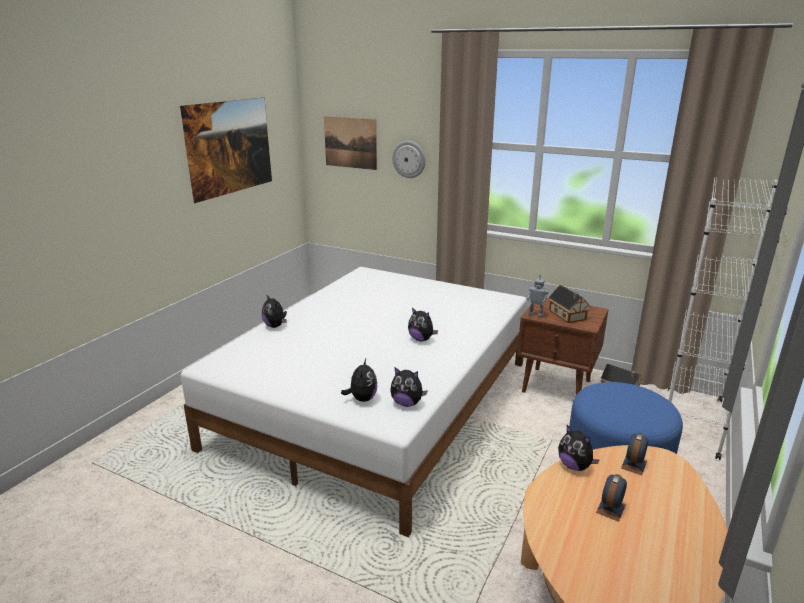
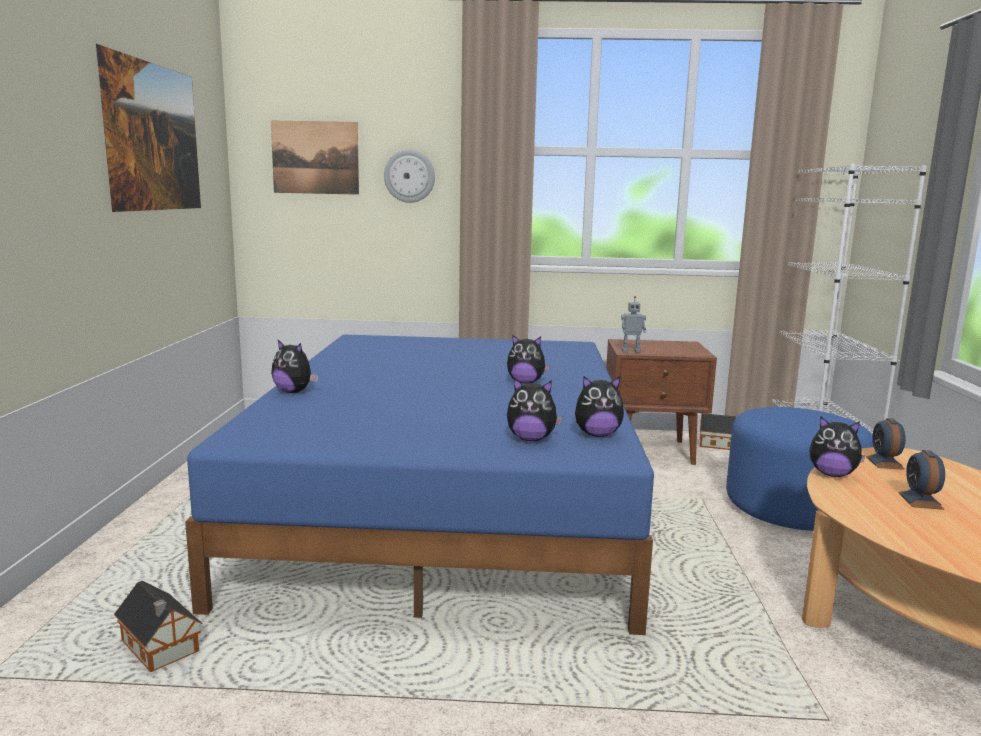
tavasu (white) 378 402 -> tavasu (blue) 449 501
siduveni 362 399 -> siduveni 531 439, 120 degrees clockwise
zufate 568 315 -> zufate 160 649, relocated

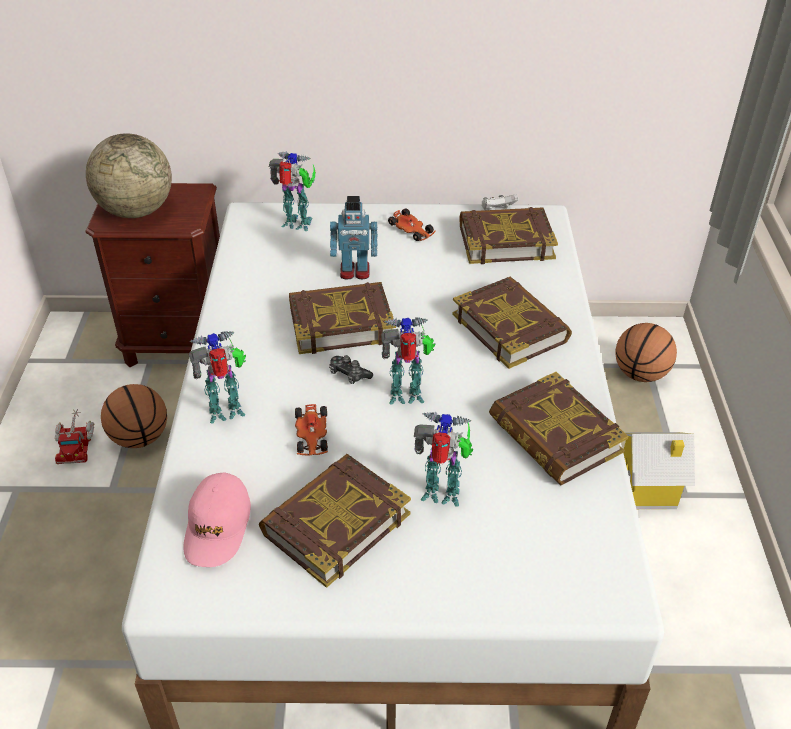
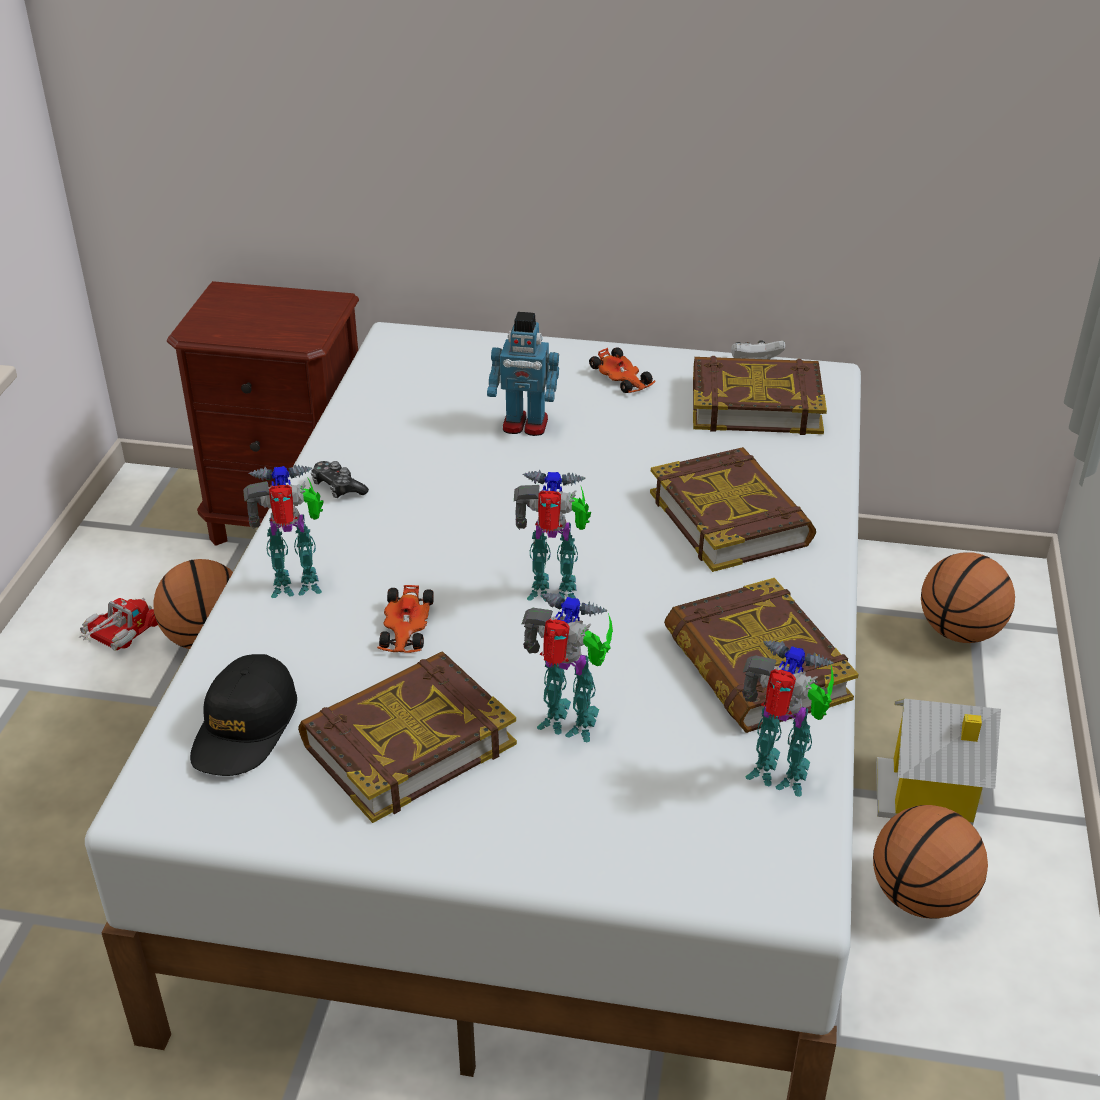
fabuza 75 443 -> fabuza 118 636, 150 degrees counterclockwise
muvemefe 136 211 -> none
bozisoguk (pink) 217 527 -> bozisoguk (black) 245 728
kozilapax 298 225 -> kozilapax 780 777, relocated
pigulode 341 323 -> none
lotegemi 349 374 -> lotegemi 338 488, relocated
none -> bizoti 921 897

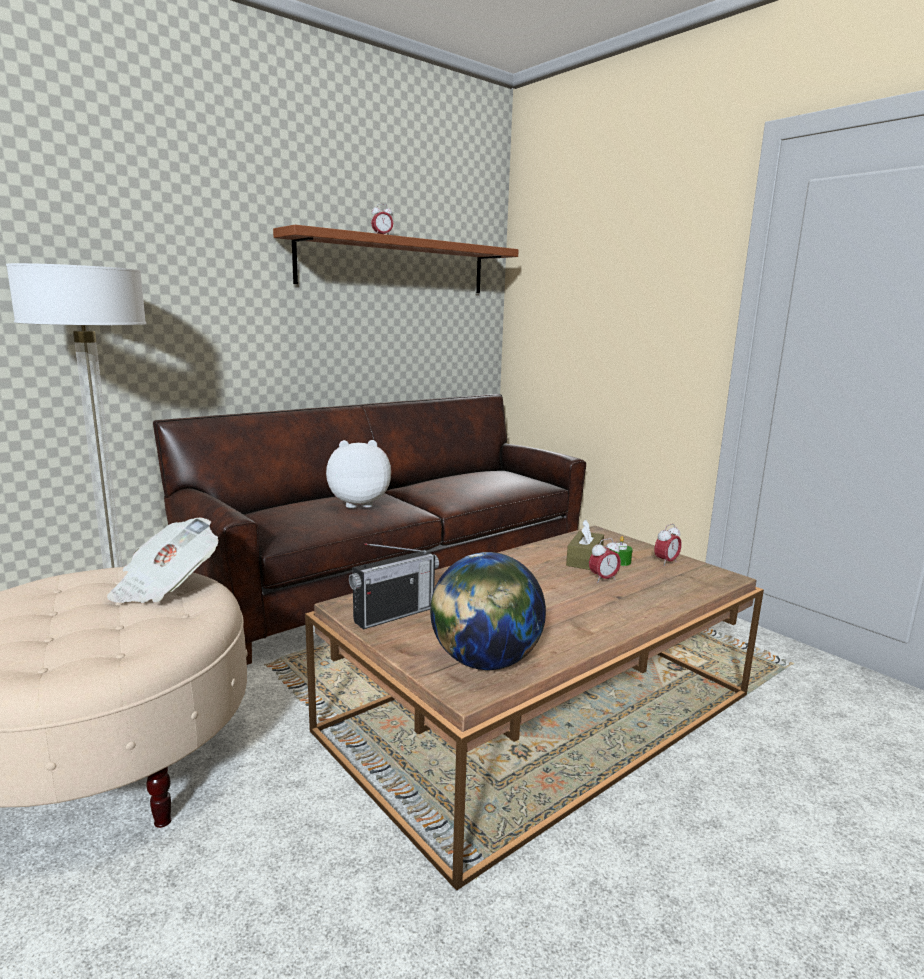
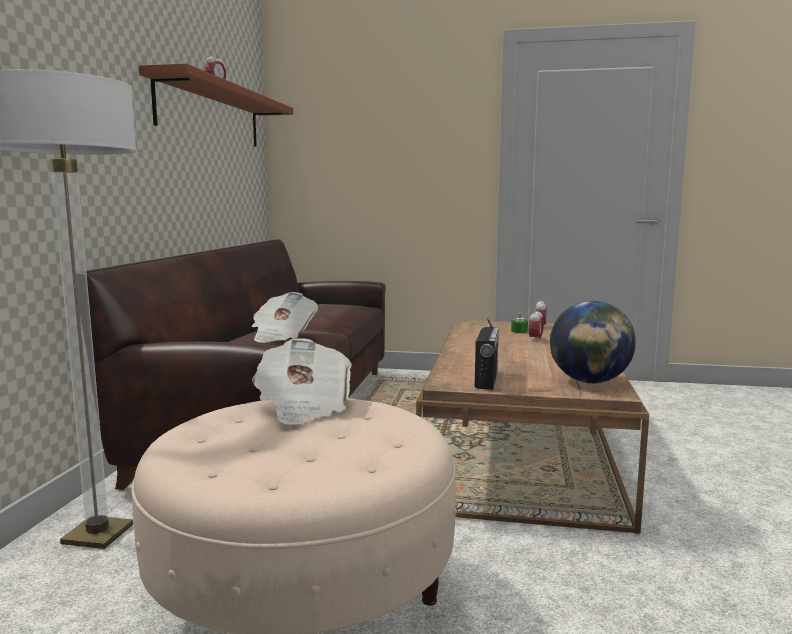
siduveni 358 503 -> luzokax 282 336
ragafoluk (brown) 584 560 -> none

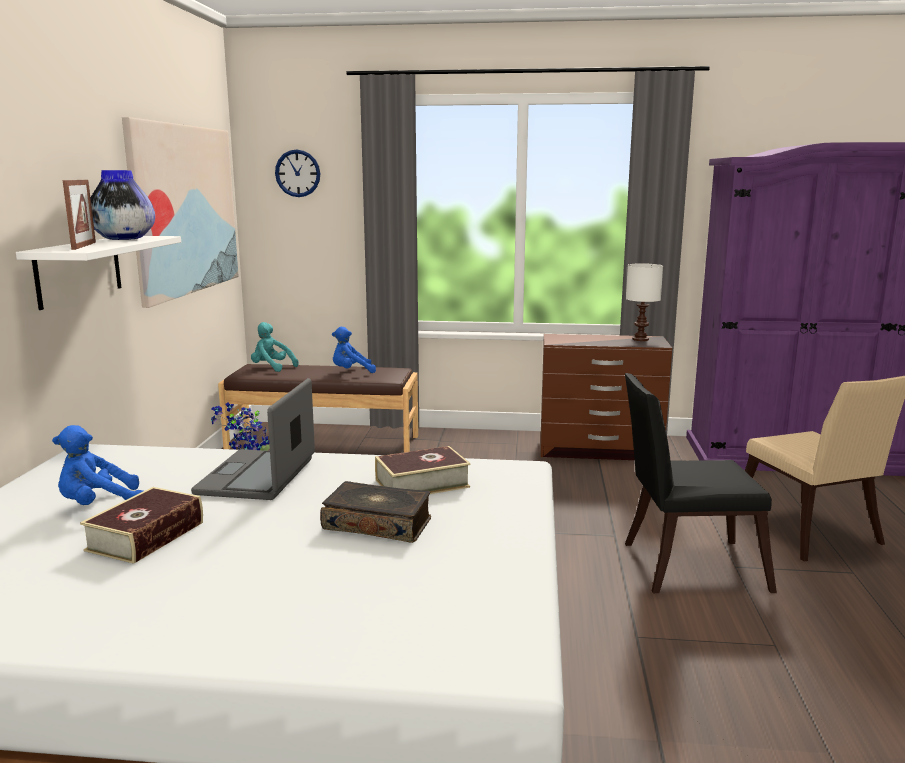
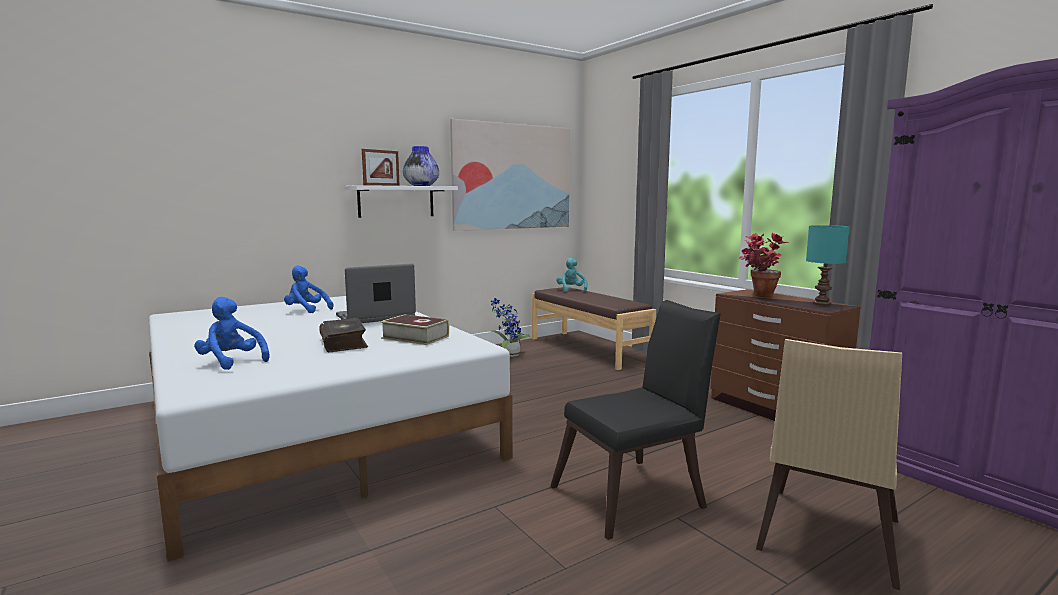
pigulode 146 536 -> none
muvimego 297 173 -> none
siduveni (blue) 351 372 -> siduveni (blue) 231 362, relocated
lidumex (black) 684 566 -> lidumex (black) 636 495, 105 degrees clockwise
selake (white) 639 339 -> selake (turquoise) 821 304
none -> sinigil 758 296

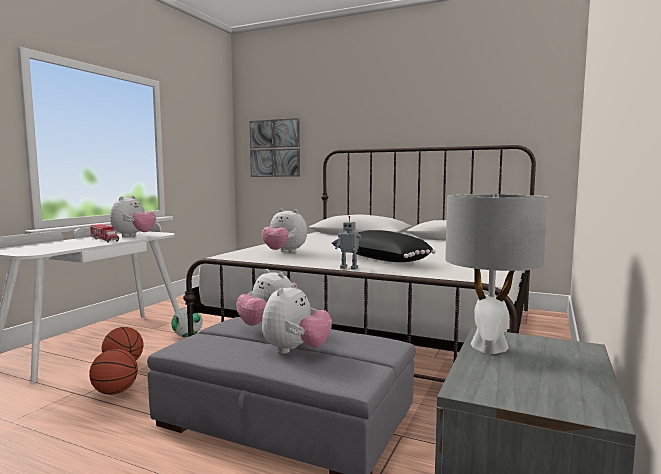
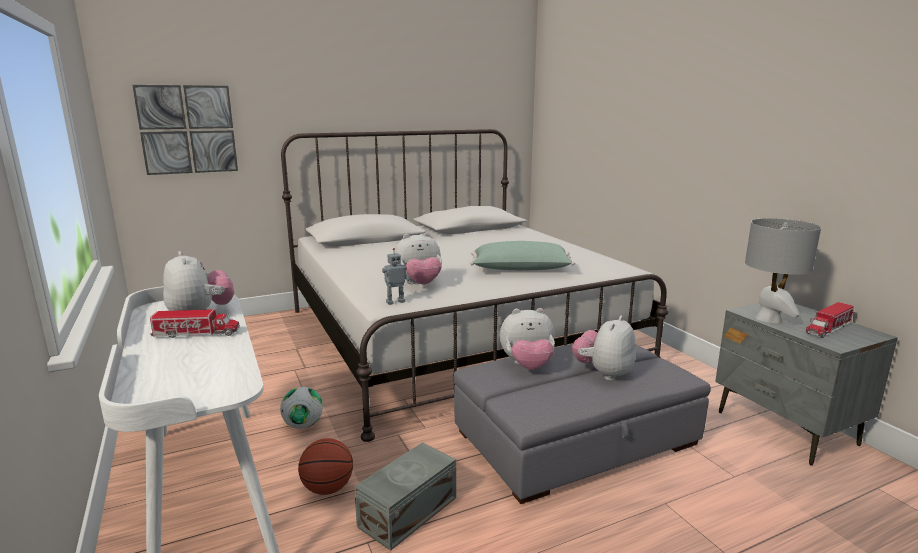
bizoti 115 392 -> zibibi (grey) 406 512
siduveni 296 350 -> siduveni 603 373, 120 degrees counterclockwise
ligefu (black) 380 260 -> ligefu (green) 520 270
kozilapax 349 268 -> kozilapax 395 302, relocated
none -> fabuza 828 328

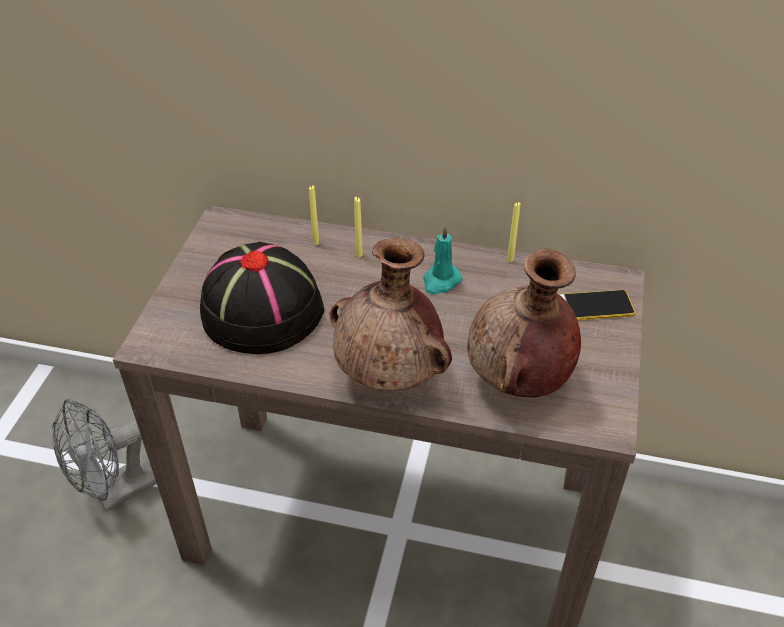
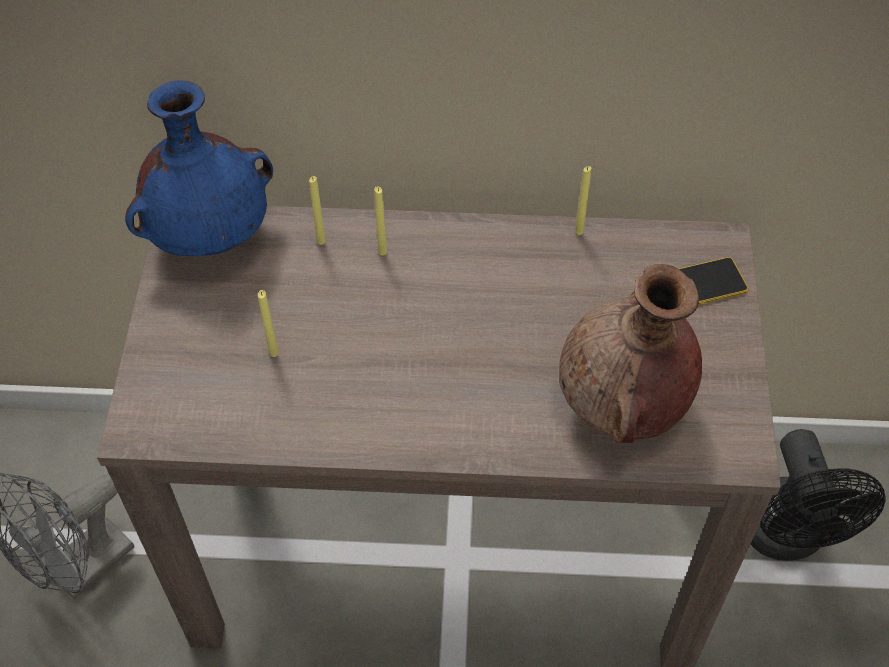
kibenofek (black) 261 309 -> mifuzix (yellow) 274 353
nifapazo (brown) 390 376 -> none
mifuzix (turquoise) 441 281 -> none
none -> nifapazo (blue) 212 237
none -> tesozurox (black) 787 537

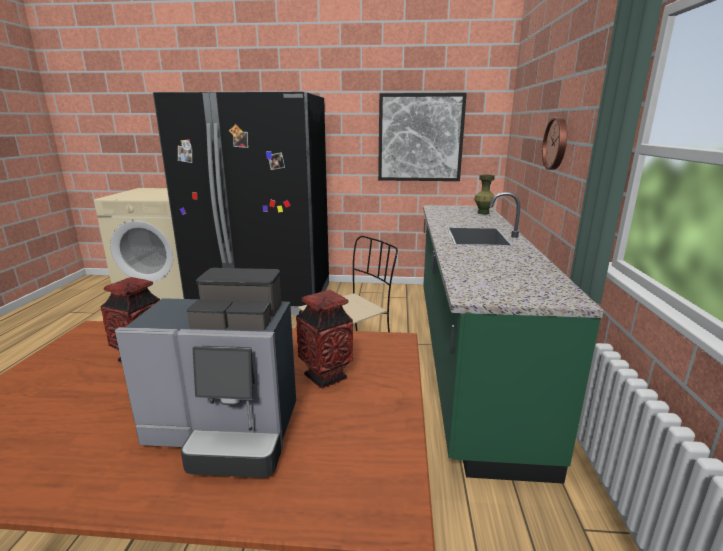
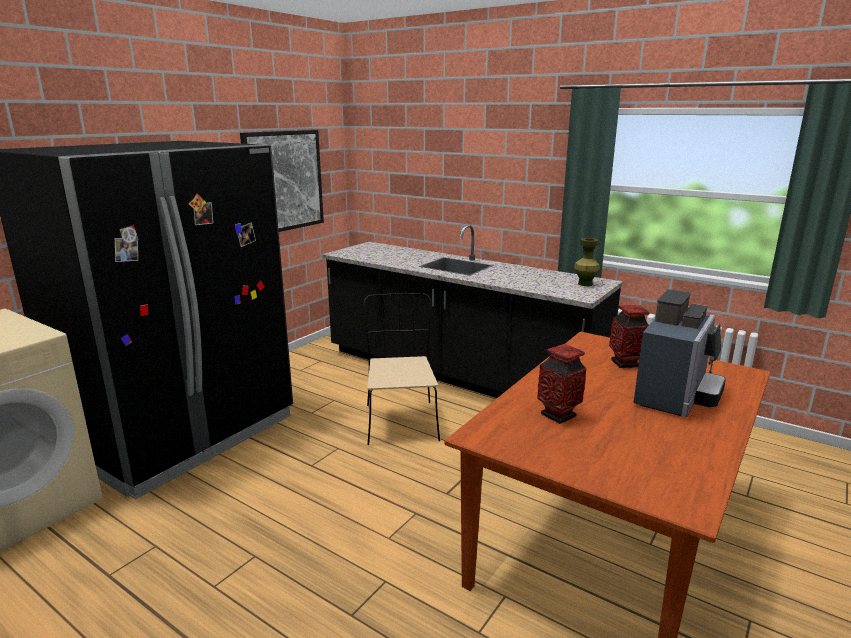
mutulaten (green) 466 358 -> mutulaten (black) 457 375
nifapazo (green) 483 213 -> nifapazo (green) 585 284, relocated
muvimego 557 143 -> none

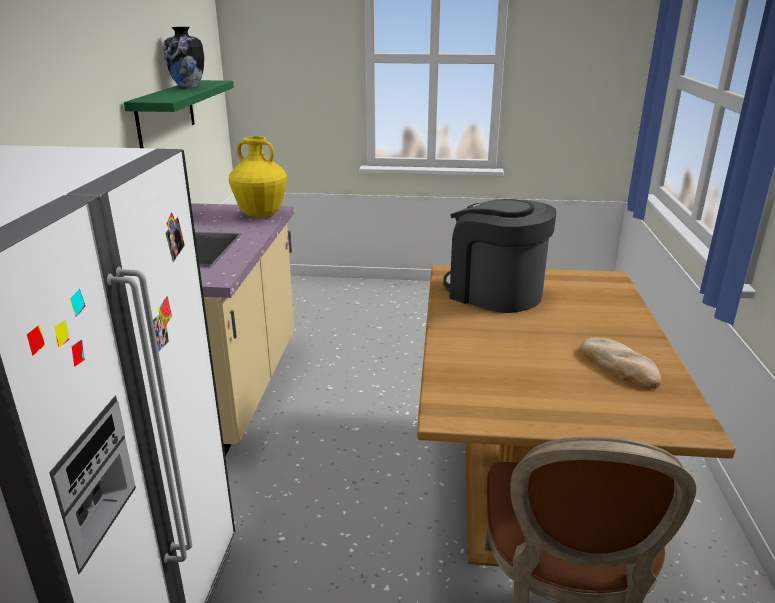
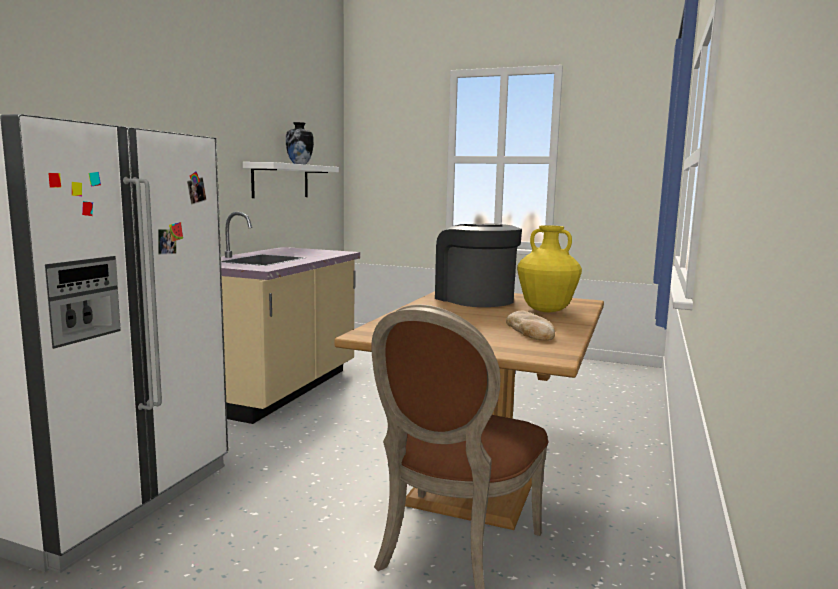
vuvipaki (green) 166 113 -> vuvipaki (white) 280 181
nifapazo (yellow) 261 215 -> nifapazo (yellow) 547 310, relocated

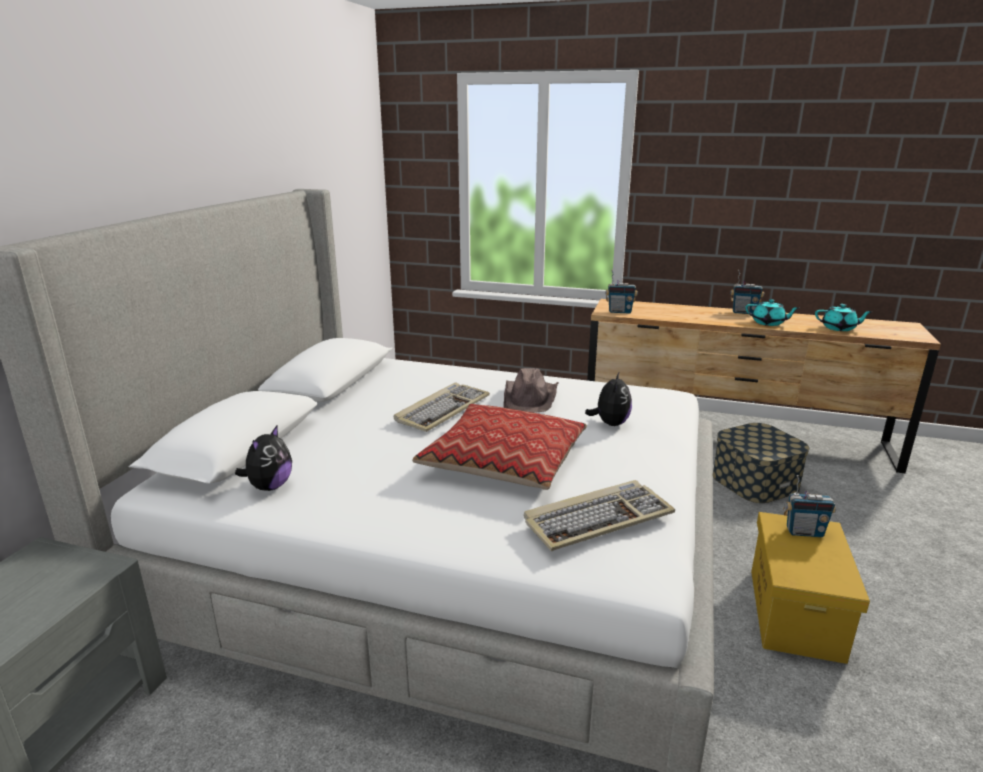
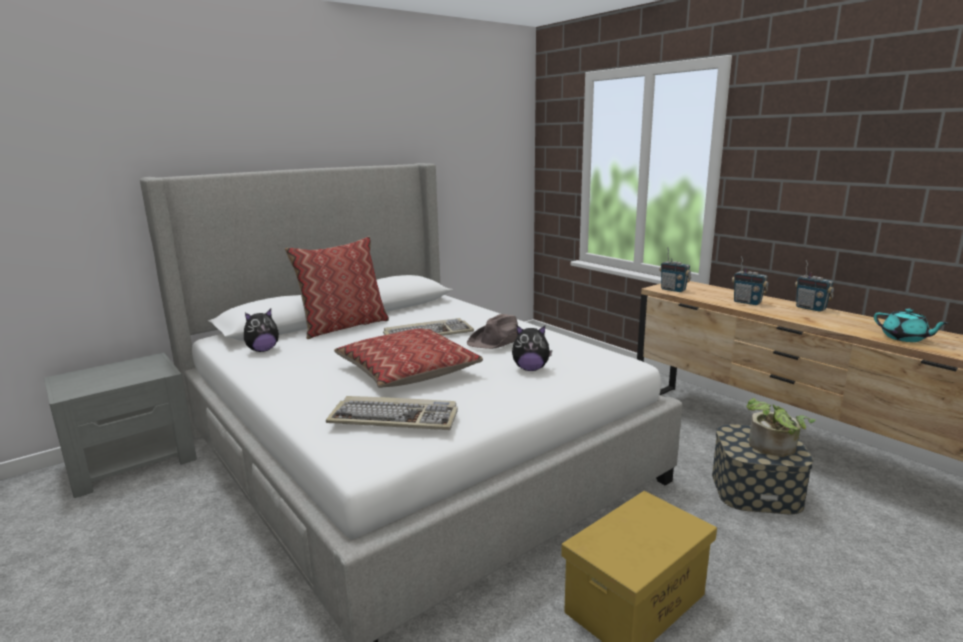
siduveni 610 423 -> siduveni 530 369, 45 degrees clockwise
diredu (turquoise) 768 323 -> none
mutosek 804 532 -> mutosek 747 302, relocated
none -> ligefu 343 326
none -> sinigil 773 448

